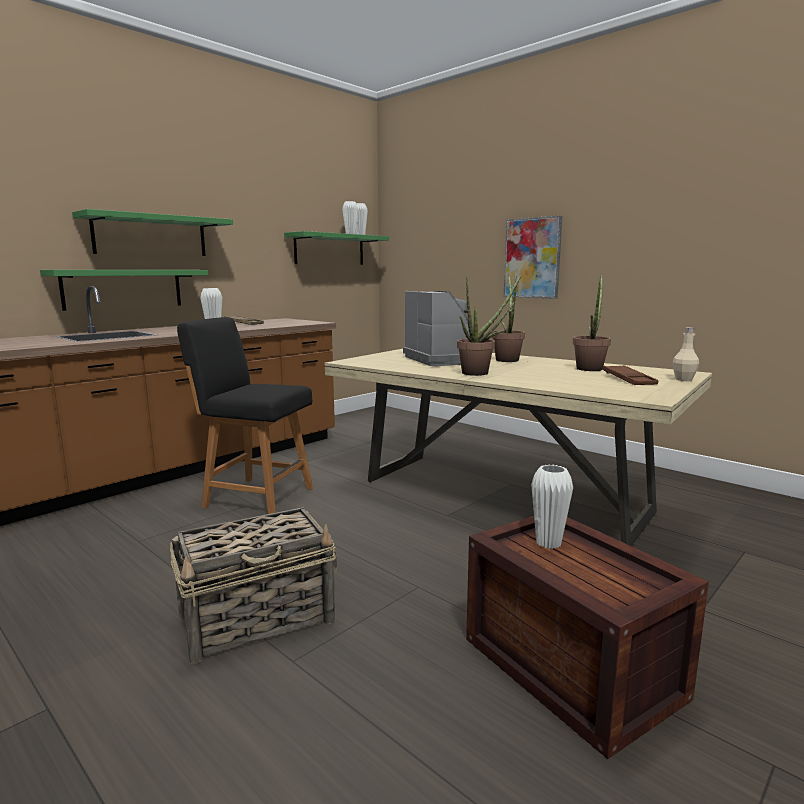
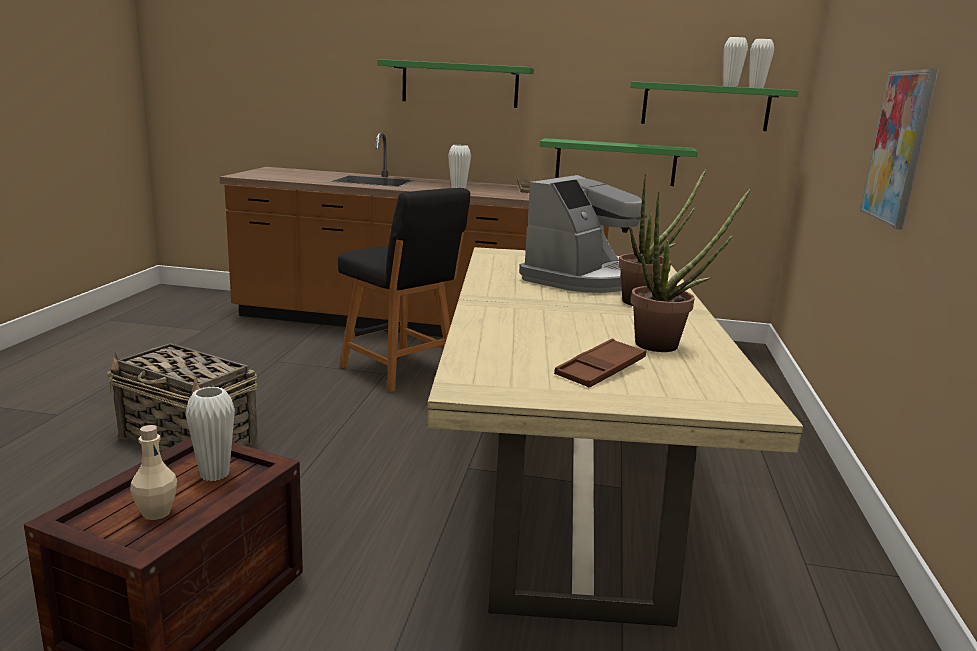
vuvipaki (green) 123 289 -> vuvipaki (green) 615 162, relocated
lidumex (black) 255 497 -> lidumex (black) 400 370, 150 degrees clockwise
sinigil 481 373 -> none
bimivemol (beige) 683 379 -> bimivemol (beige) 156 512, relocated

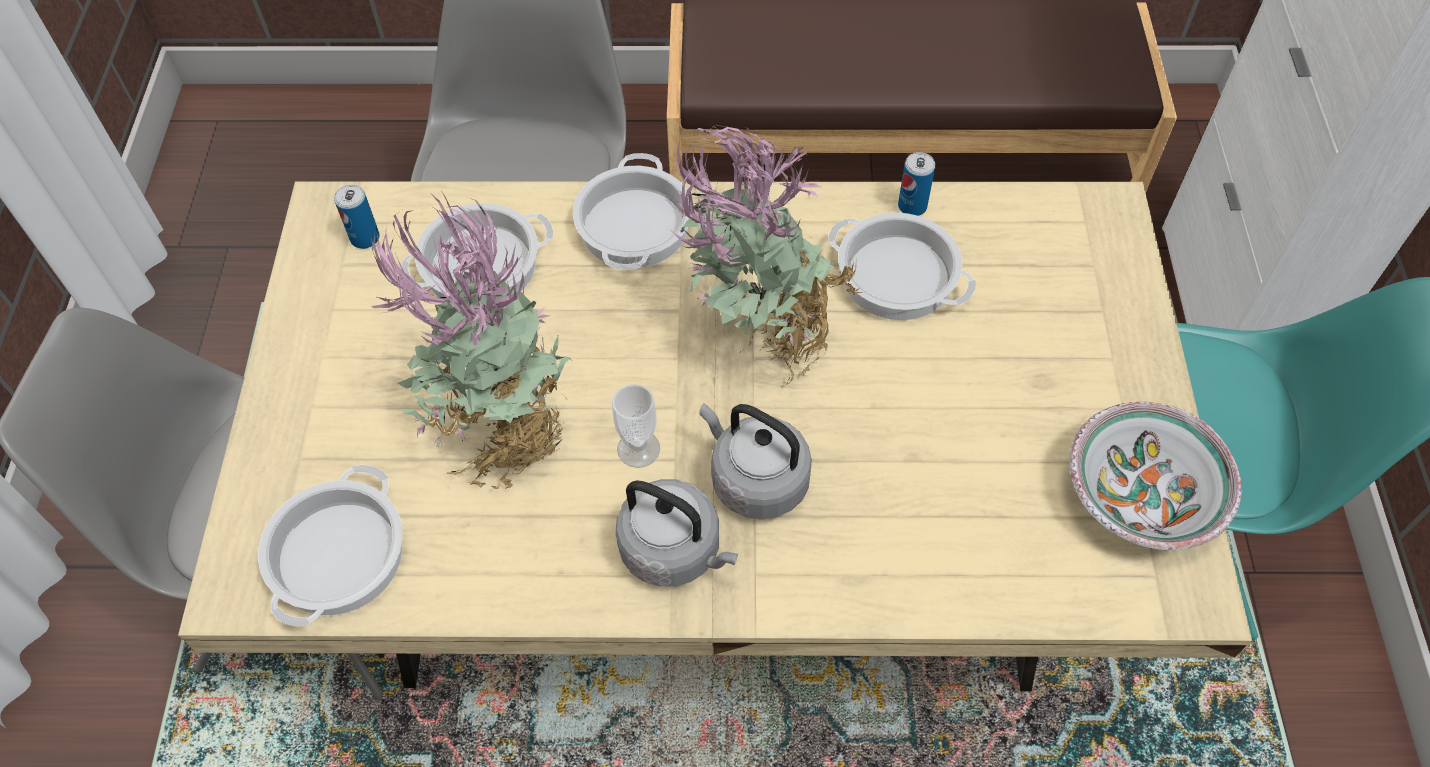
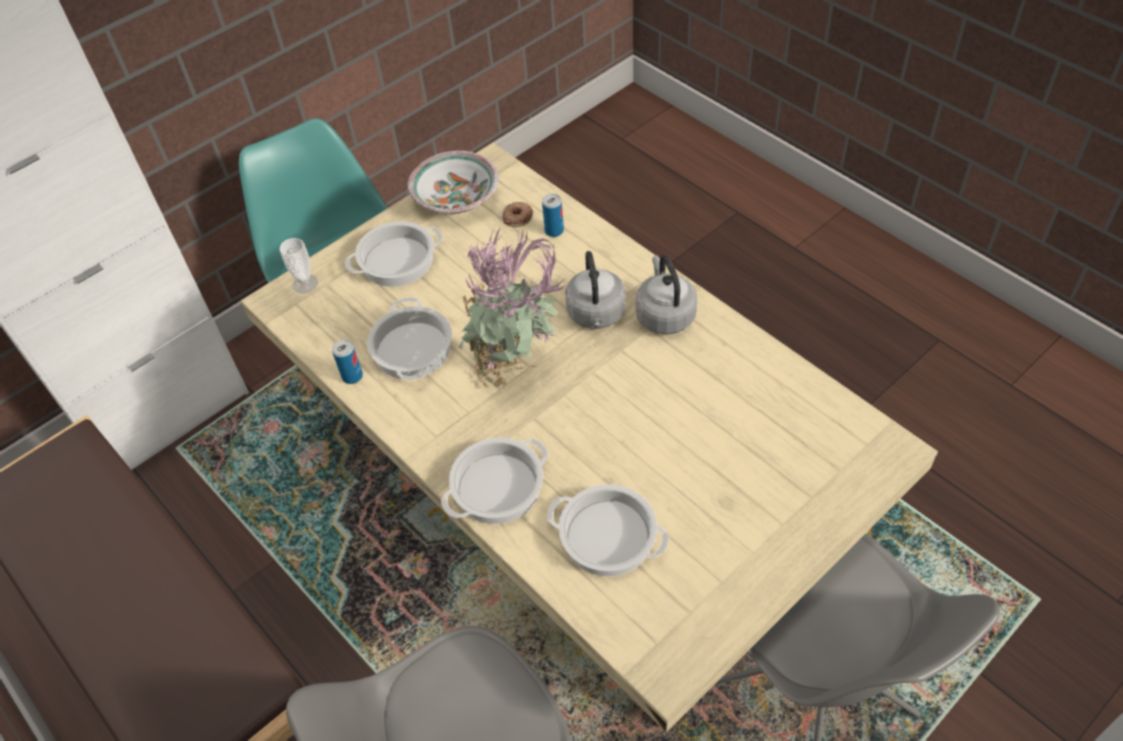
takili 339 557 -> takili 397 260, relocated
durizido 365 238 -> durizido 554 230, relocated
sinigil 502 434 -> none
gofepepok 638 449 -> gofepepok 305 284, relocated
none -> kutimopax 517 217

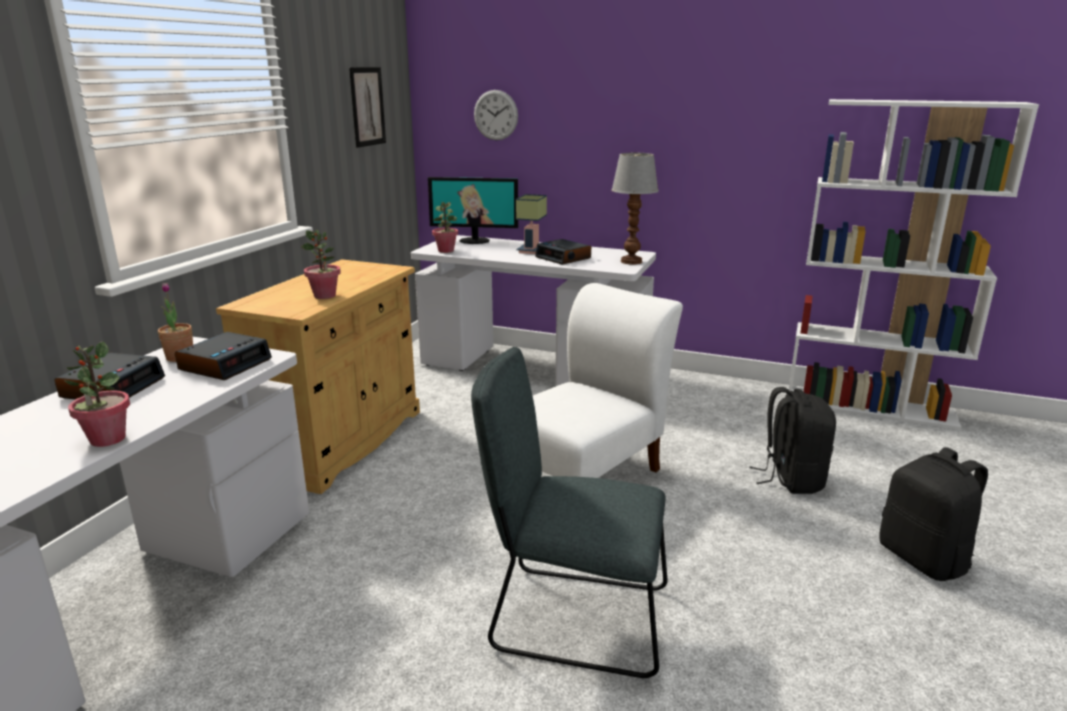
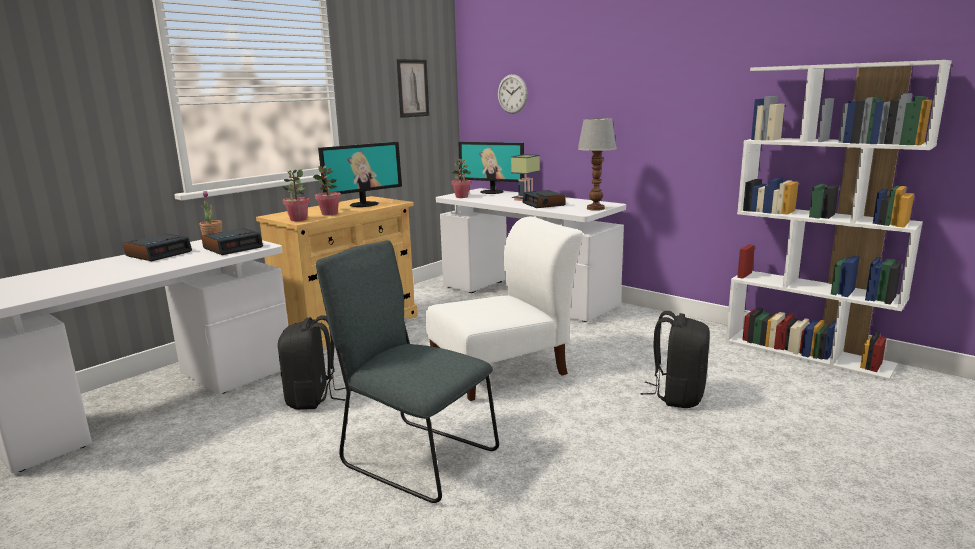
sinigil 107 439 -> sinigil 298 219, relocated
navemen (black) 924 559 -> navemen (black) 313 398, relocated
none -> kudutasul 364 204

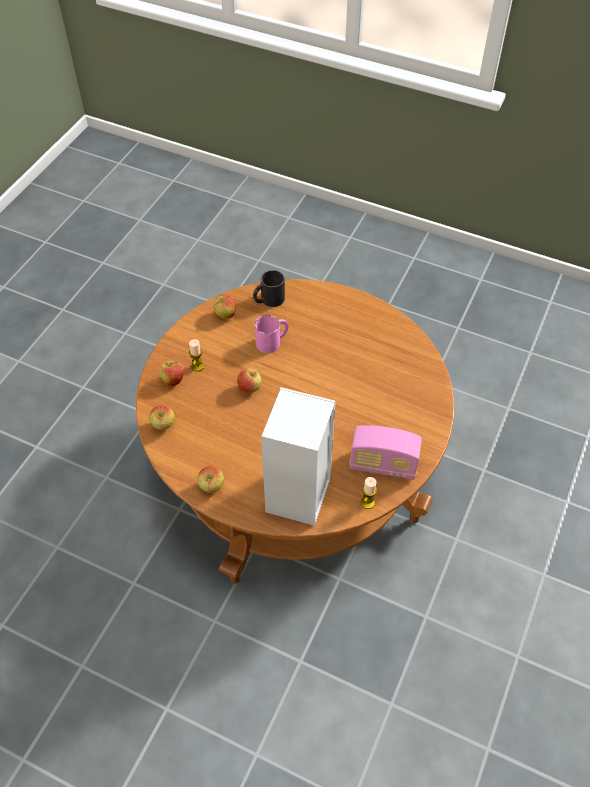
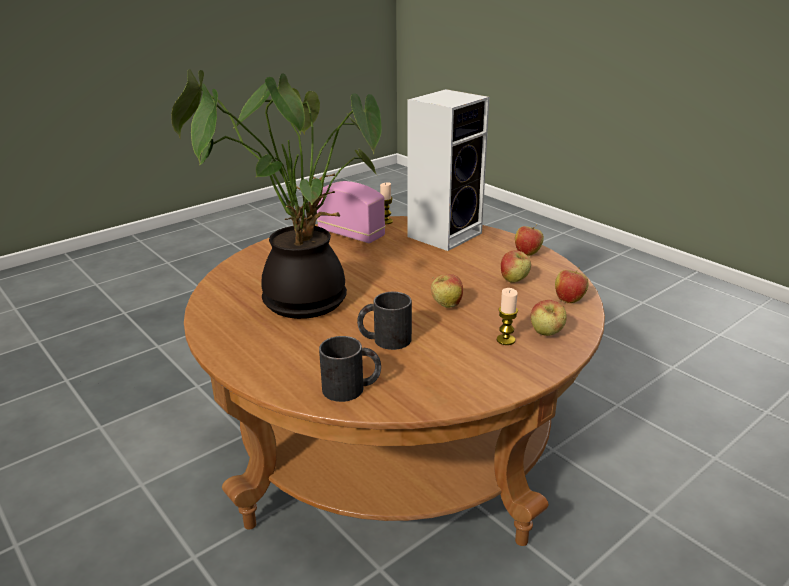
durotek 225 315 -> durotek 514 281, relocated
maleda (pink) 272 341 -> maleda (black) 384 340
none -> sinigil 303 297

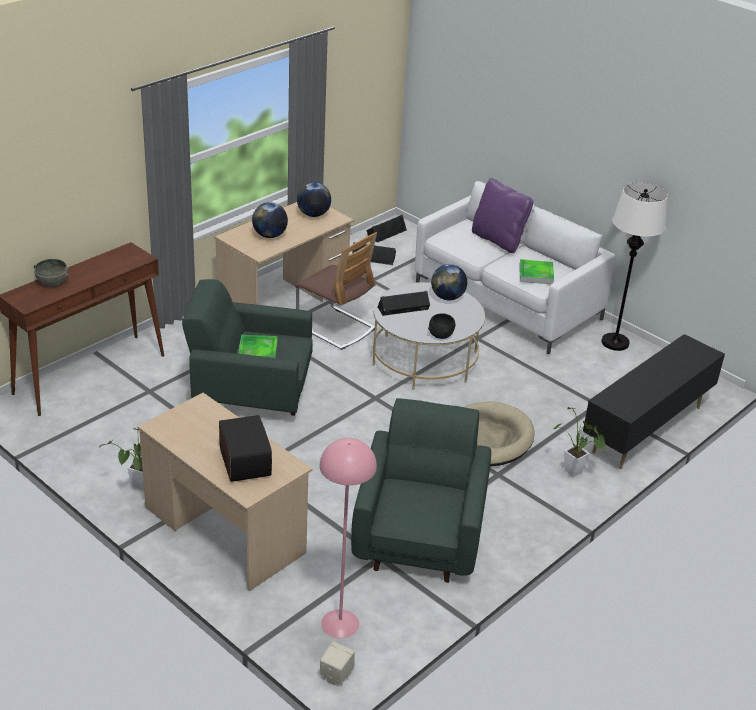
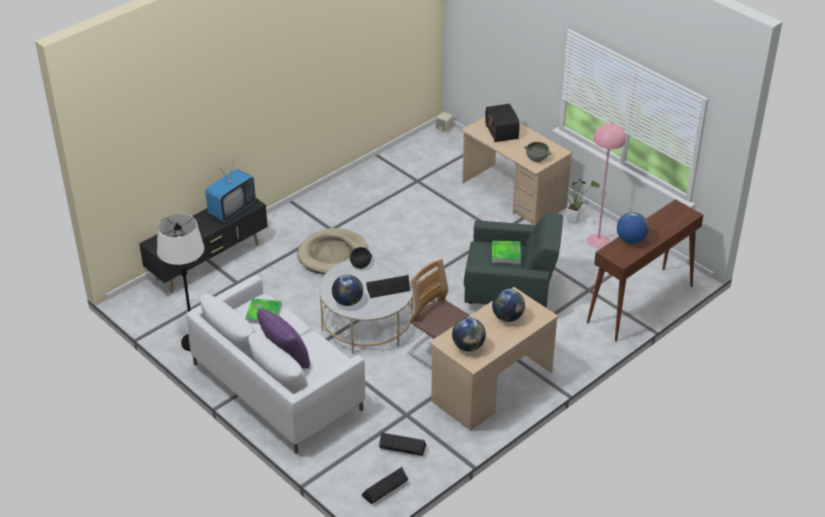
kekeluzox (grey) 53 282 -> kekeluzox (grey) 536 158, relocated
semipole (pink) 339 624 -> semipole (pink) 598 241, relocated
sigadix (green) 420 536 -> none
sinigil 576 473 -> none
none -> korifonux 232 209
none -> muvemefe 630 240

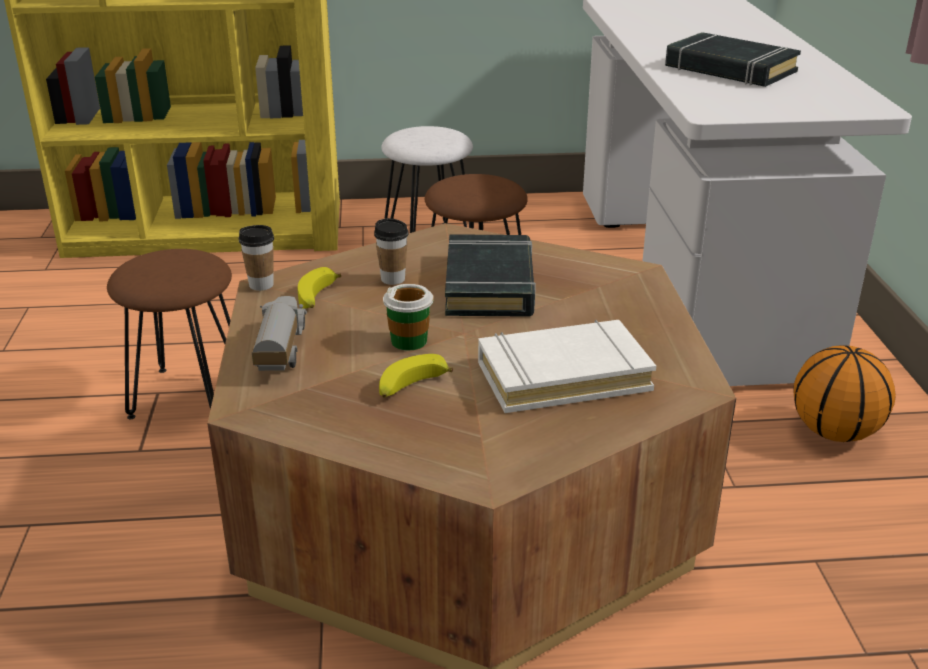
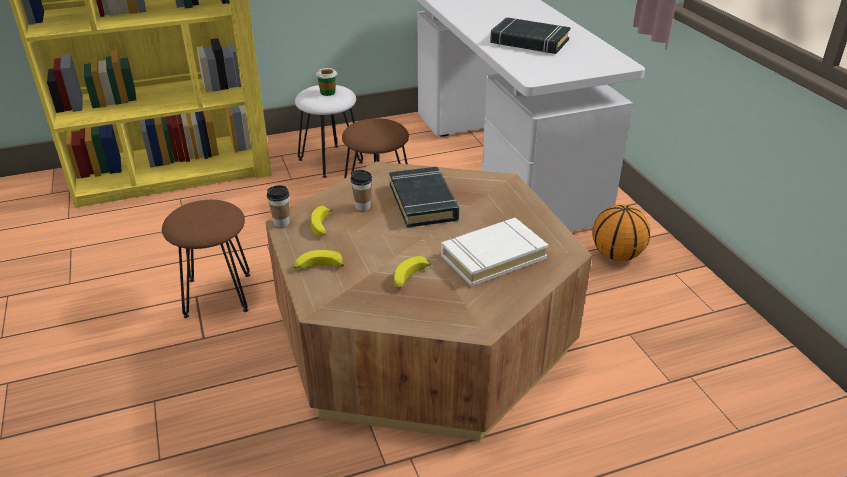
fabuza 279 351 -> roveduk 318 267
gofepepok 409 341 -> gofepepok 328 92, relocated

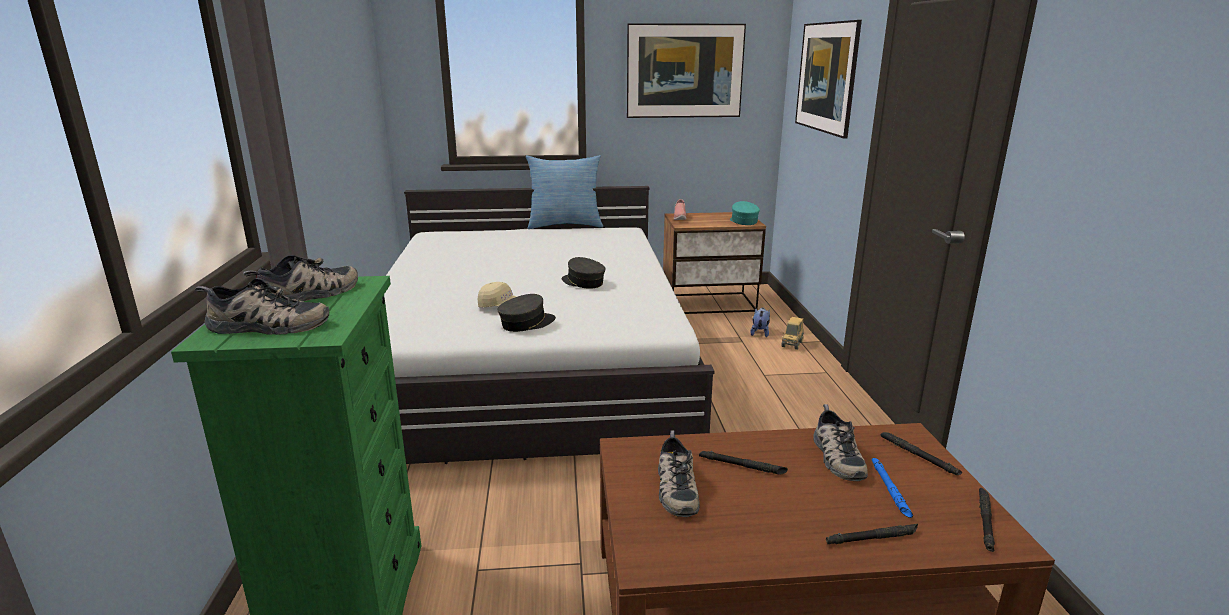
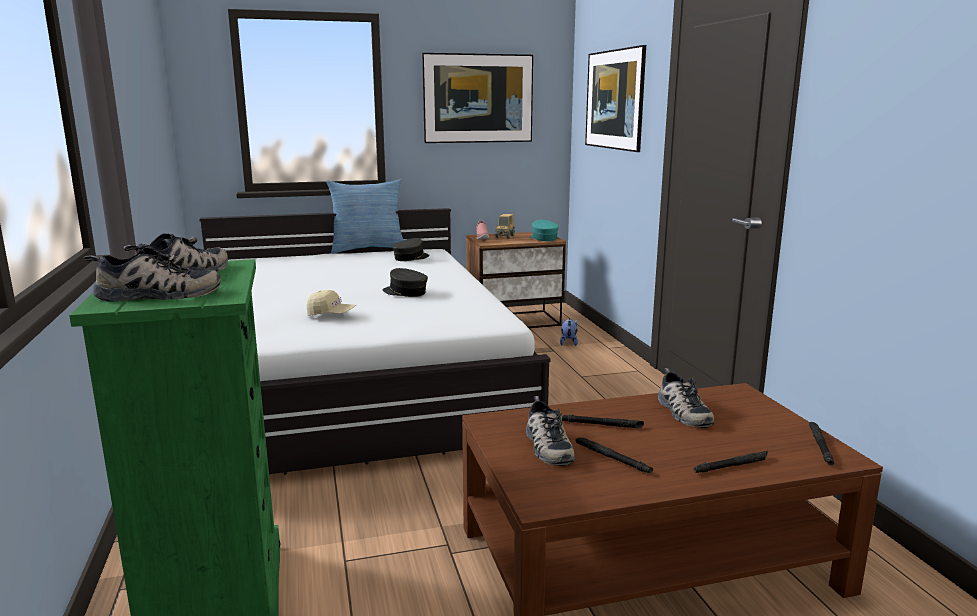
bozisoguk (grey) 526 323 -> bozisoguk (grey) 411 258, relocated
fabuza 792 344 -> fabuza 505 236, relocated
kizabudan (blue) 890 490 -> none
kizabudan (black) 918 456 -> kizabudan (black) 612 458, relocated

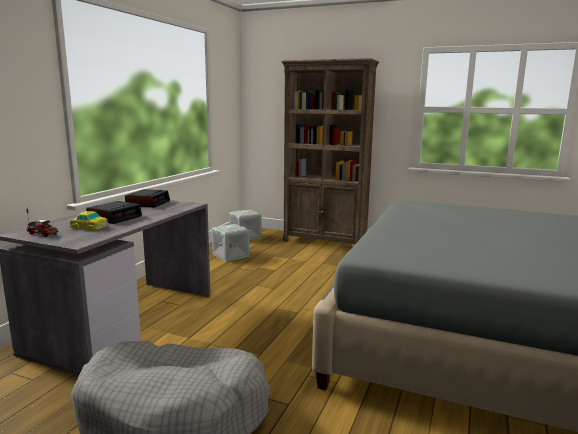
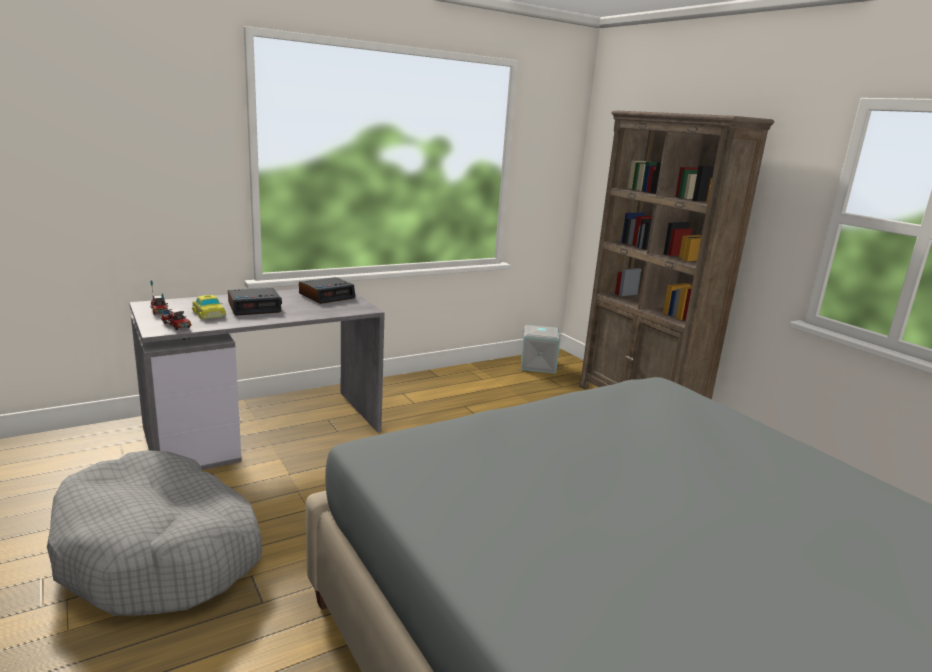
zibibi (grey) 230 255 -> none
none -> fabuza 176 325

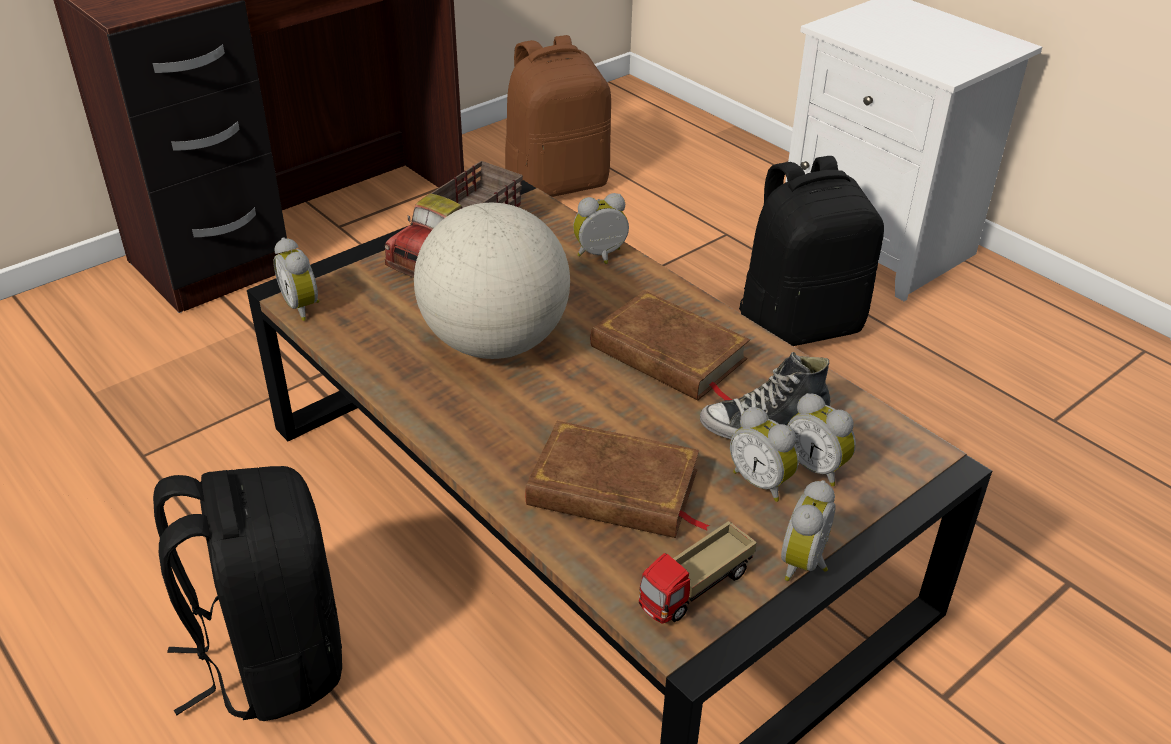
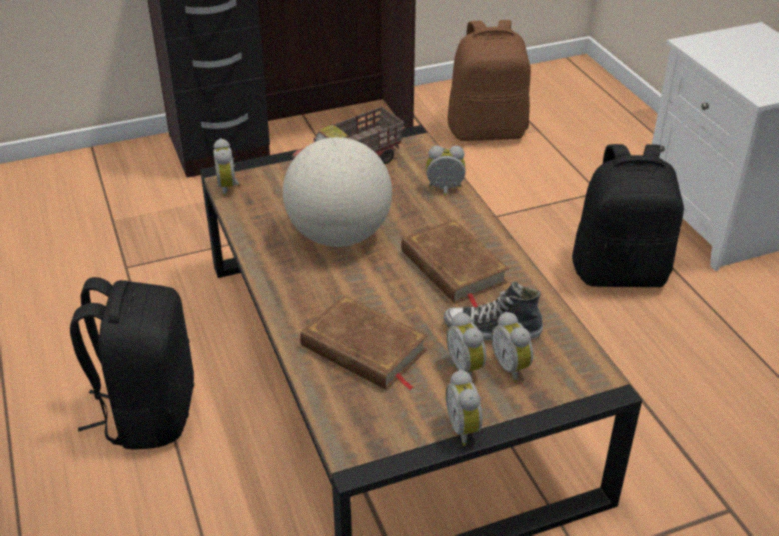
fabuza 695 590 -> none
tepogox 807 564 -> tepogox 465 428, 60 degrees counterclockwise

